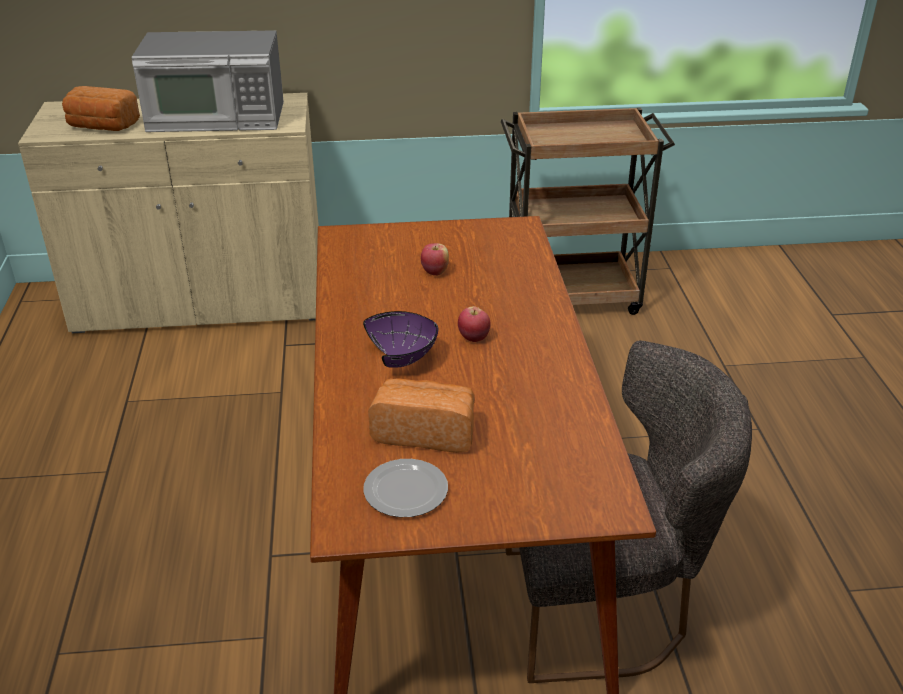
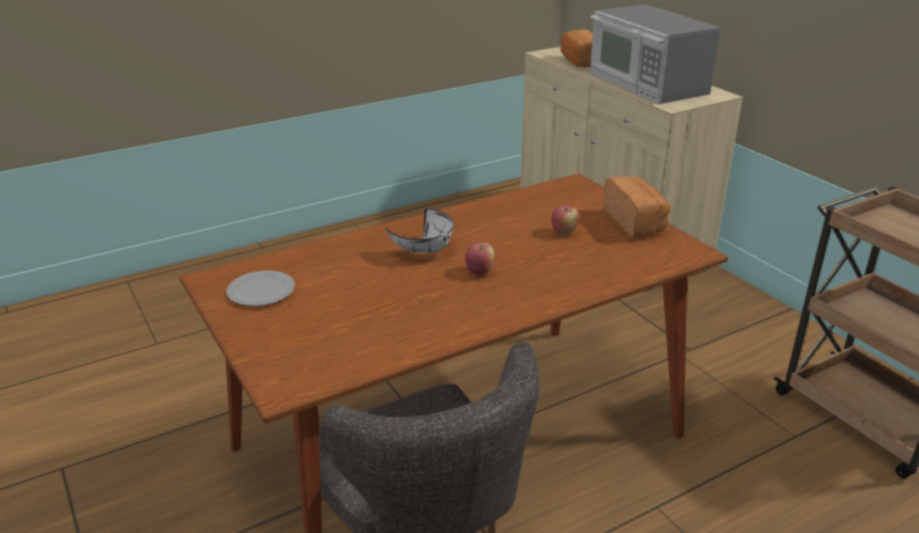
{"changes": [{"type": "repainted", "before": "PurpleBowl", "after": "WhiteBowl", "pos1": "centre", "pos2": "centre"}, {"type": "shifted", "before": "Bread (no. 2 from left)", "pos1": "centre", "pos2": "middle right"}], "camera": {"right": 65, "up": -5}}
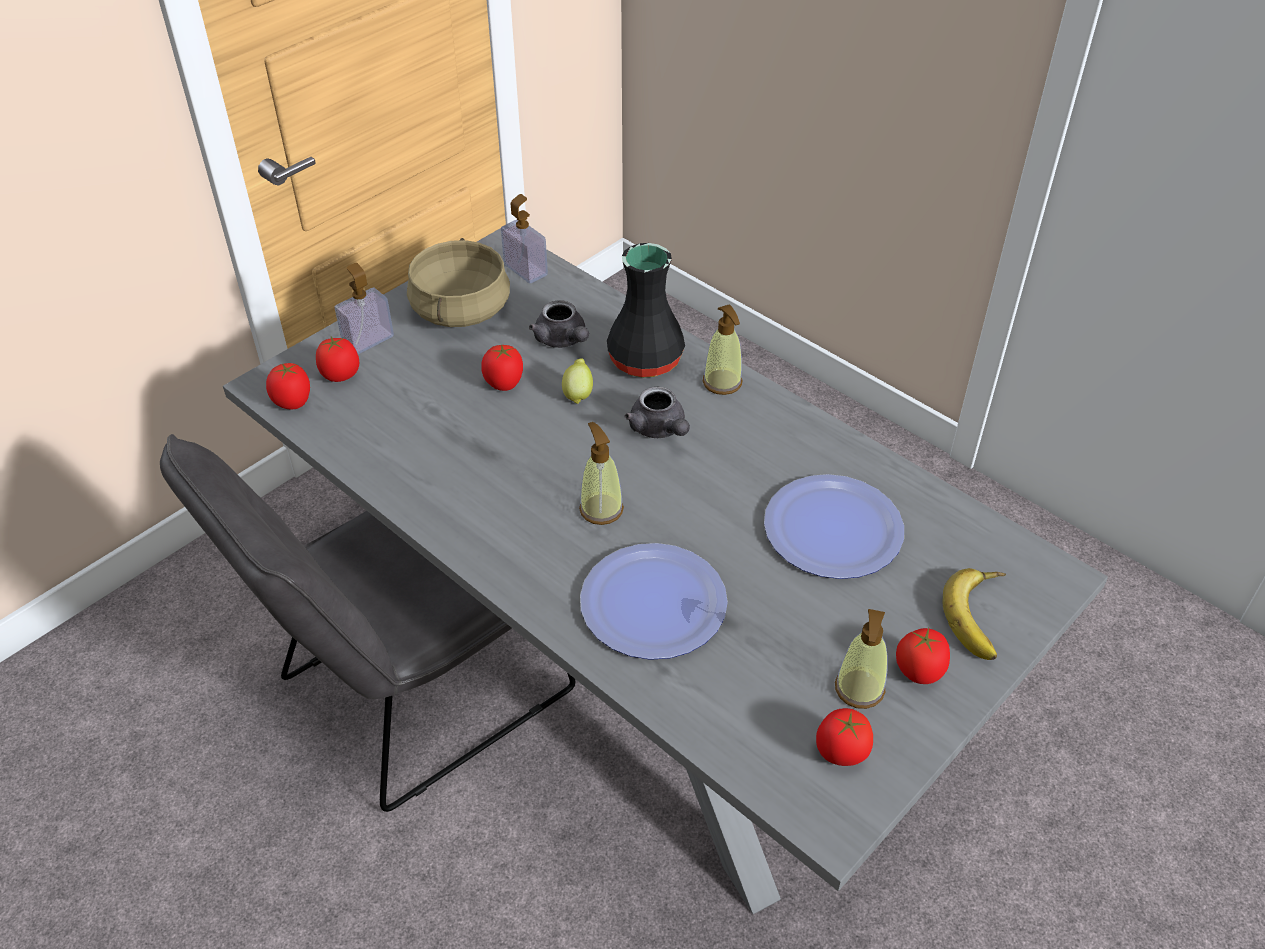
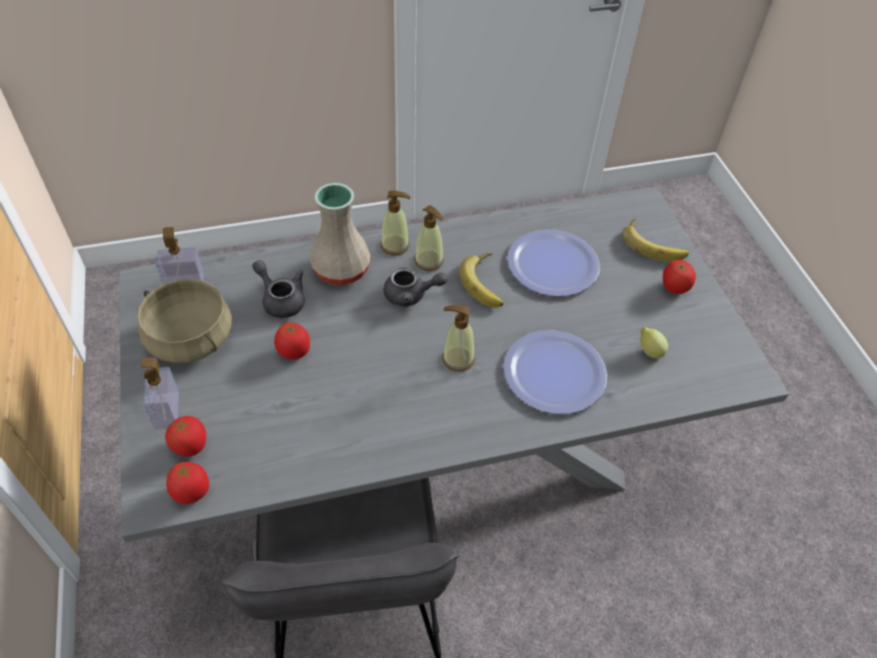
{"changes": [{"type": "rotated", "before": "GreyTeapot (no. 1 from left)", "pos1": "centre", "pos2": "middle left", "turn": -135}, {"type": "shifted", "before": "Lemon", "pos1": "centre", "pos2": "middle right"}, {"type": "repainted", "before": "BlackVase", "after": "BeigeVase", "pos1": "top centre", "pos2": "centre"}, {"type": "gone", "before": "Tomato (no. 4 from left)", "pos1": "bottom right"}, {"type": "shifted", "before": "SoapDispenser (no. 5 from left in the first image)", "after": "SoapDispenser (no. 4 from left)", "pos1": "bottom right", "pos2": "centre"}, {"type": "new", "after": "Banana (no. 1 from left)", "pos2": "centre"}], "camera": {"right": -60, "up": 5}}
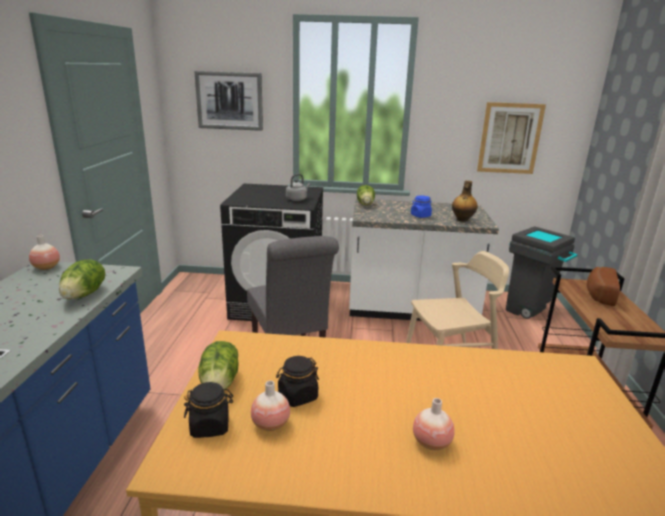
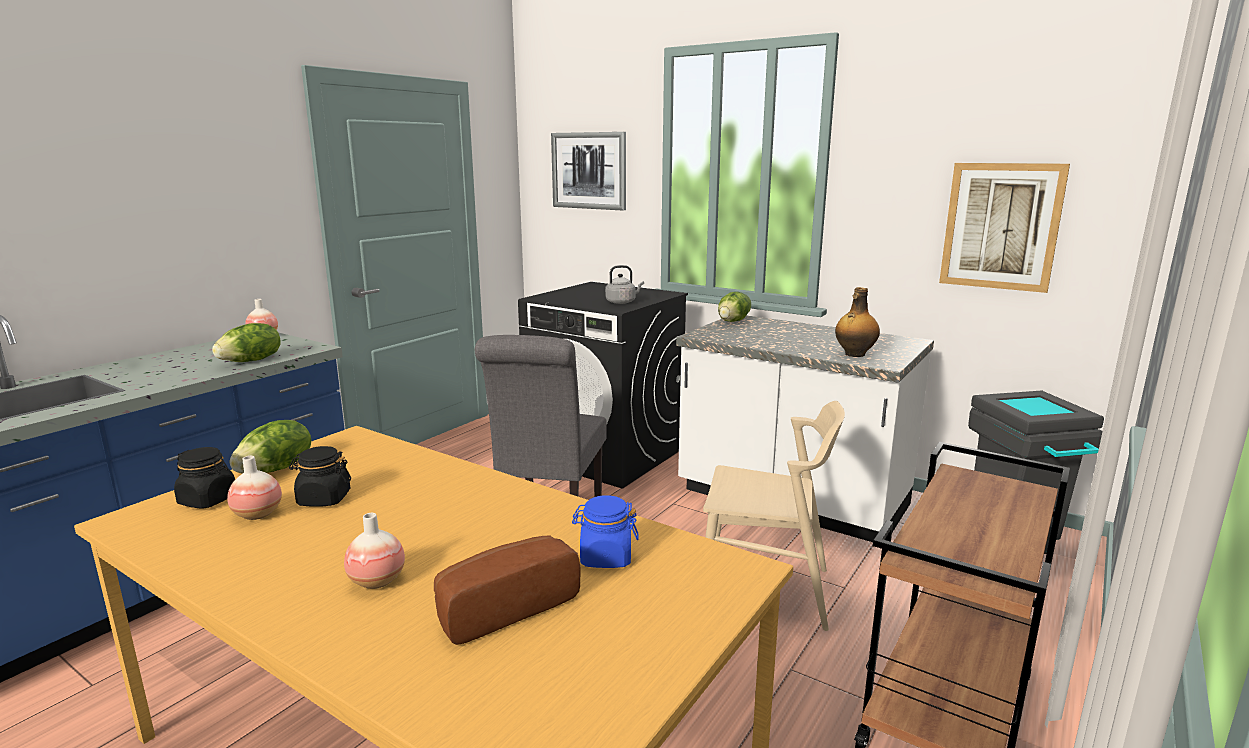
{"changes": [{"type": "shifted", "before": "BlueJar", "pos1": "centre", "pos2": "bottom centre"}, {"type": "shifted", "before": "Bread", "pos1": "middle right", "pos2": "bottom centre"}], "camera": {"right": 30, "up": -5}}
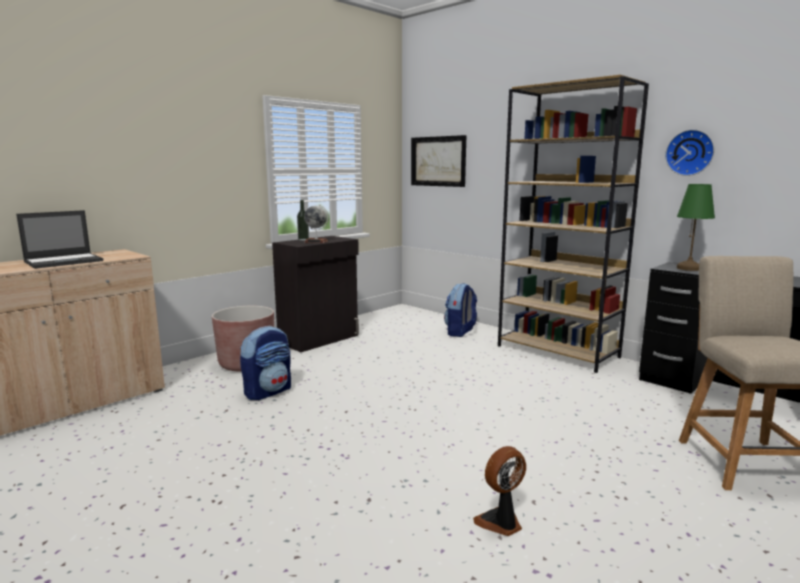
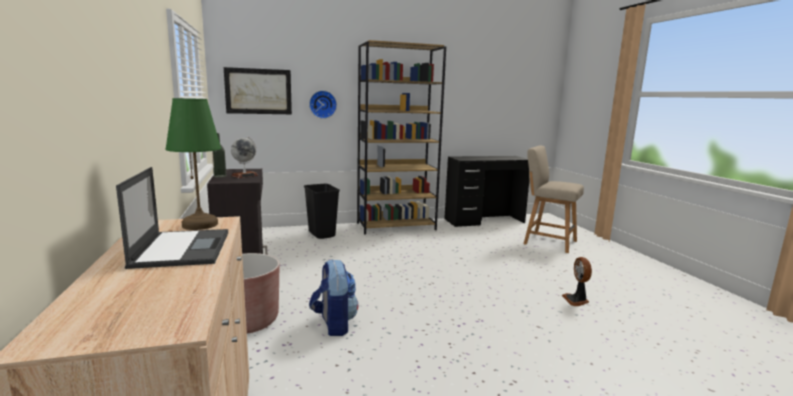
{"changes": [{"type": "swapped", "before": "Backpack (no. 2 from left)", "after": "BlackTrashCan", "pos1": "centre", "pos2": "centre"}, {"type": "shifted", "before": "WallClock", "pos1": "top right", "pos2": "top centre"}, {"type": "shifted", "before": "GreenTableLamp", "pos1": "middle right", "pos2": "middle left"}], "camera": {"right": -60, "up": 0}}
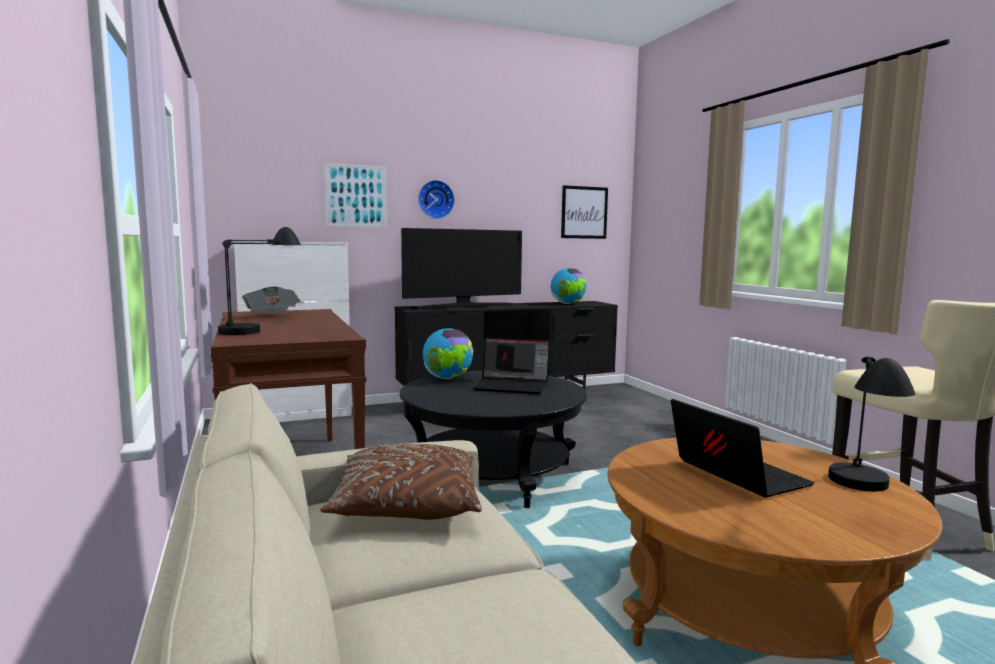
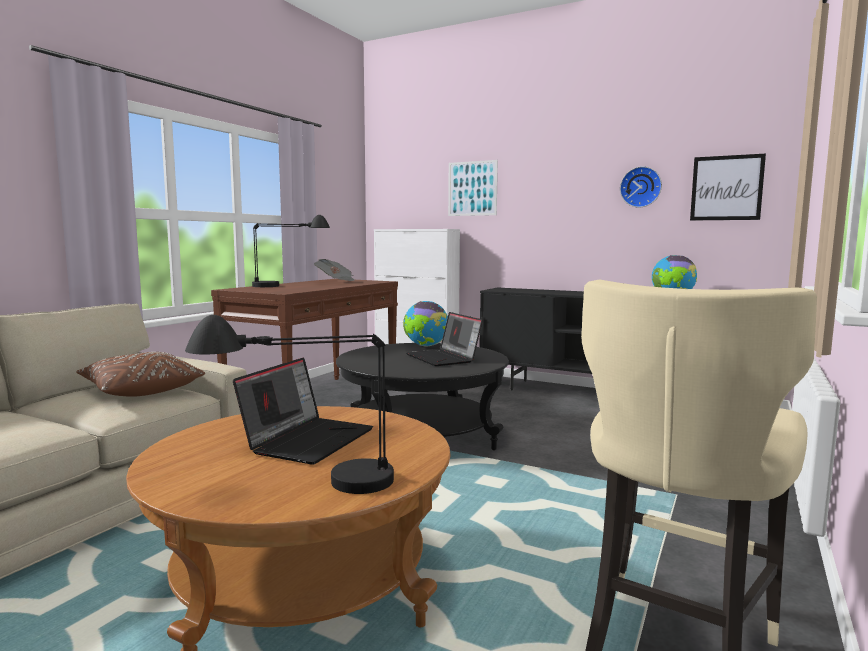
{"changes": [{"type": "gone", "before": "Television", "pos1": "centre"}, {"type": "shifted", "before": "WallClock", "pos1": "top centre", "pos2": "top right"}], "camera": {"right": 50, "up": 0}}
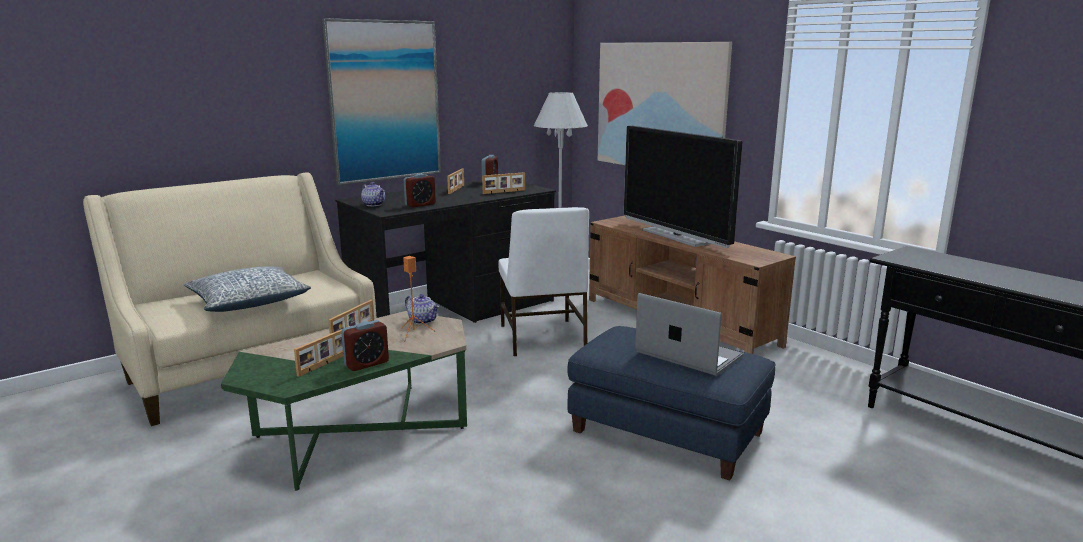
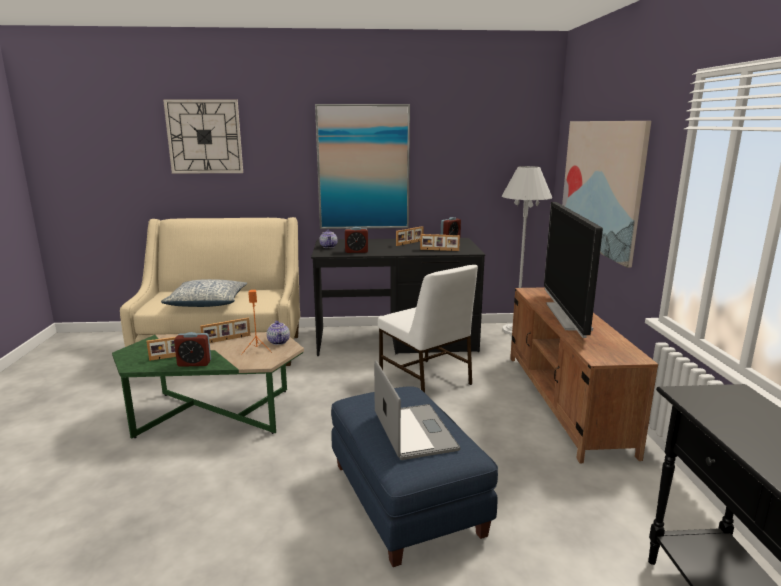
{"changes": [{"type": "rotated", "before": "WhiteChair", "pos1": "centre", "pos2": "centre", "turn": -60}, {"type": "new", "after": "WallClock", "pos2": "top left"}], "camera": {"right": 35, "up": 0}}
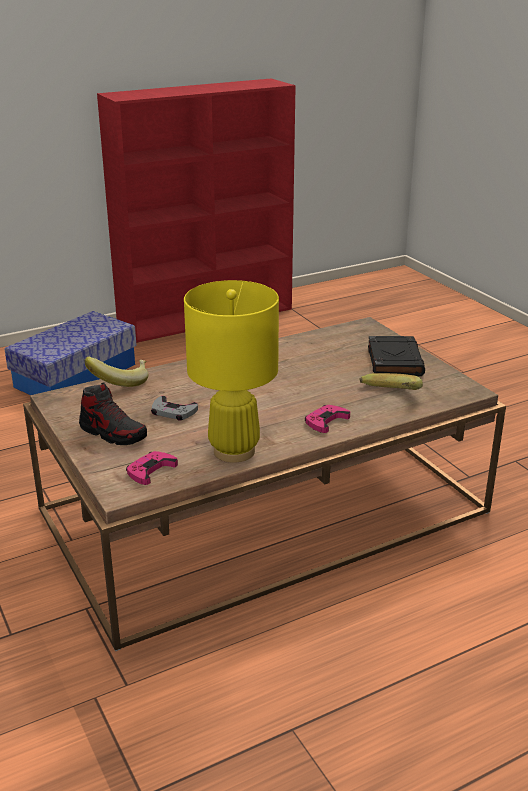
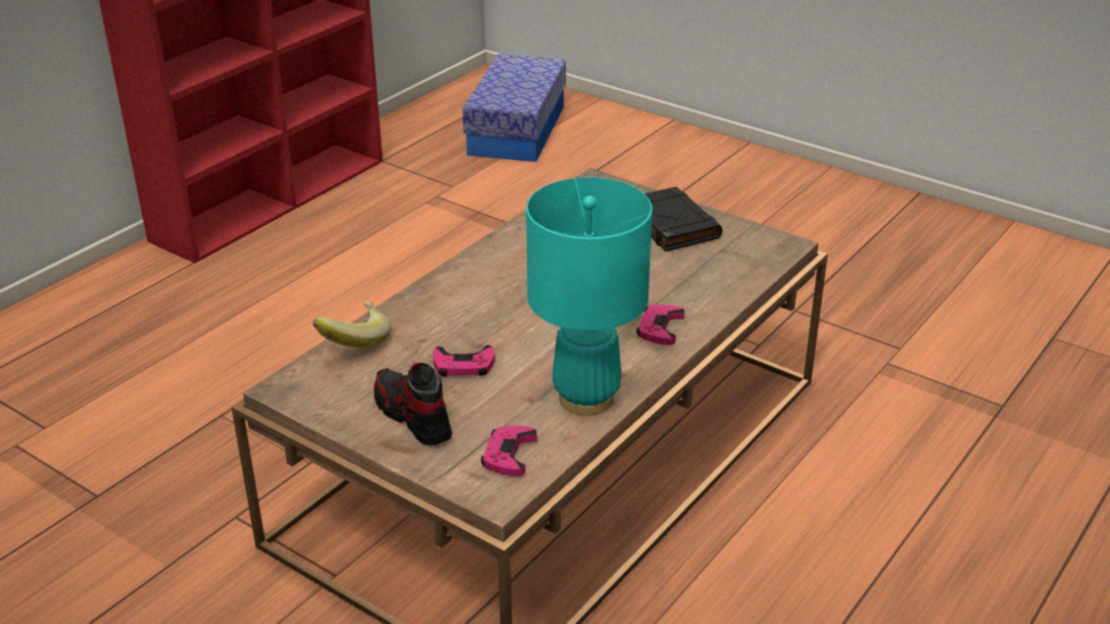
{"changes": [{"type": "shifted", "before": "StorageBox", "pos1": "middle left", "pos2": "top centre"}, {"type": "rotated", "before": "Shoe", "pos1": "middle left", "pos2": "centre", "turn": -135}, {"type": "repainted", "before": "GreyGameController", "after": "PinkGameController (no. 1 from left)", "pos1": "middle left", "pos2": "centre"}, {"type": "repainted", "before": "YellowTableLamp", "after": "TurquoiseTableLamp", "pos1": "centre", "pos2": "centre"}, {"type": "gone", "before": "Banana (no. 2 from left)", "pos1": "middle right"}], "camera": {"right": -25, "up": 5}}
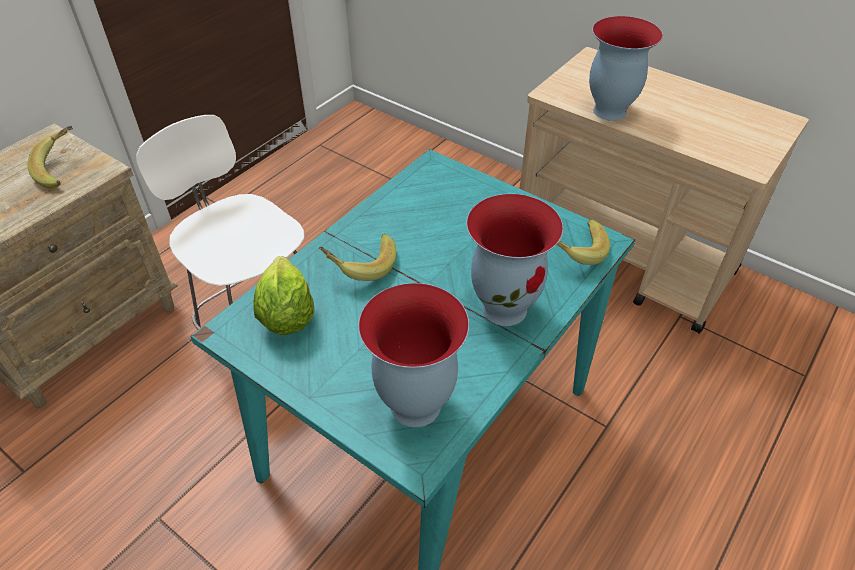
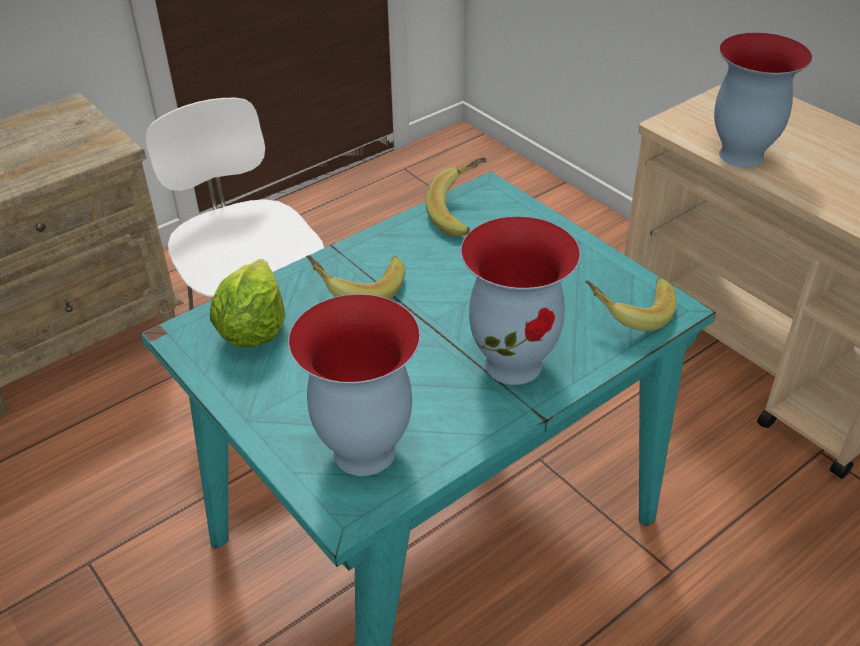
{"changes": [{"type": "shifted", "before": "Banana (no. 1 from left in the first image)", "after": "Banana (no. 2 from left)", "pos1": "top left", "pos2": "top centre"}], "camera": {"right": 15, "up": -5}}
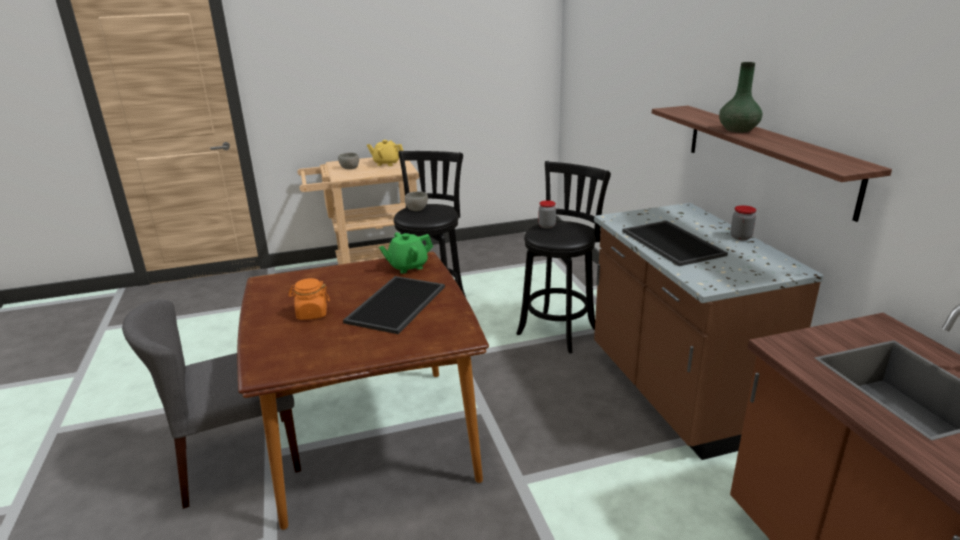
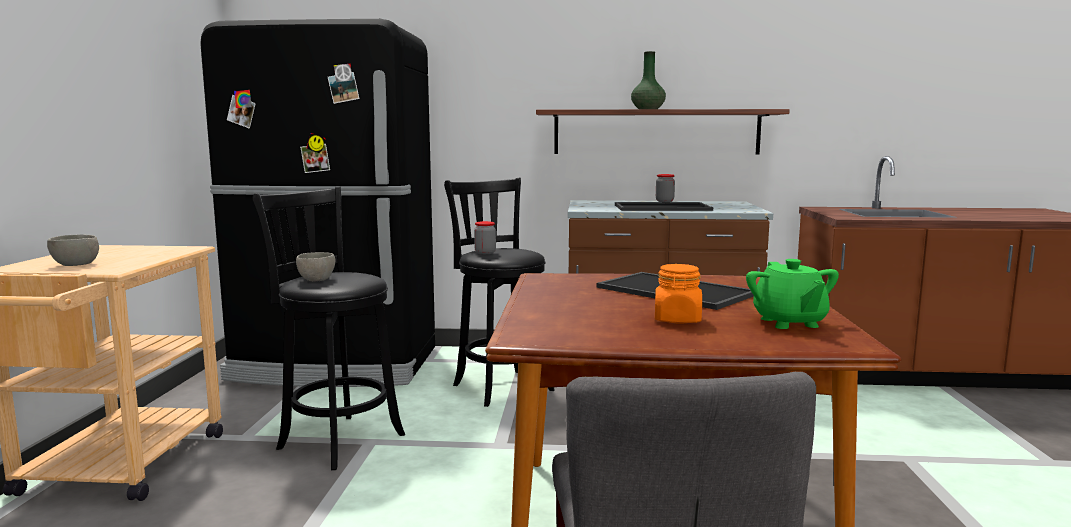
{"changes": [{"type": "gone", "before": "YellowTeapot", "pos1": "top centre"}, {"type": "shifted", "before": "GreenTeapot", "pos1": "centre", "pos2": "middle right"}, {"type": "new", "after": "BlackFridge", "pos2": "middle left"}], "camera": {"right": -70, "up": -15}}
